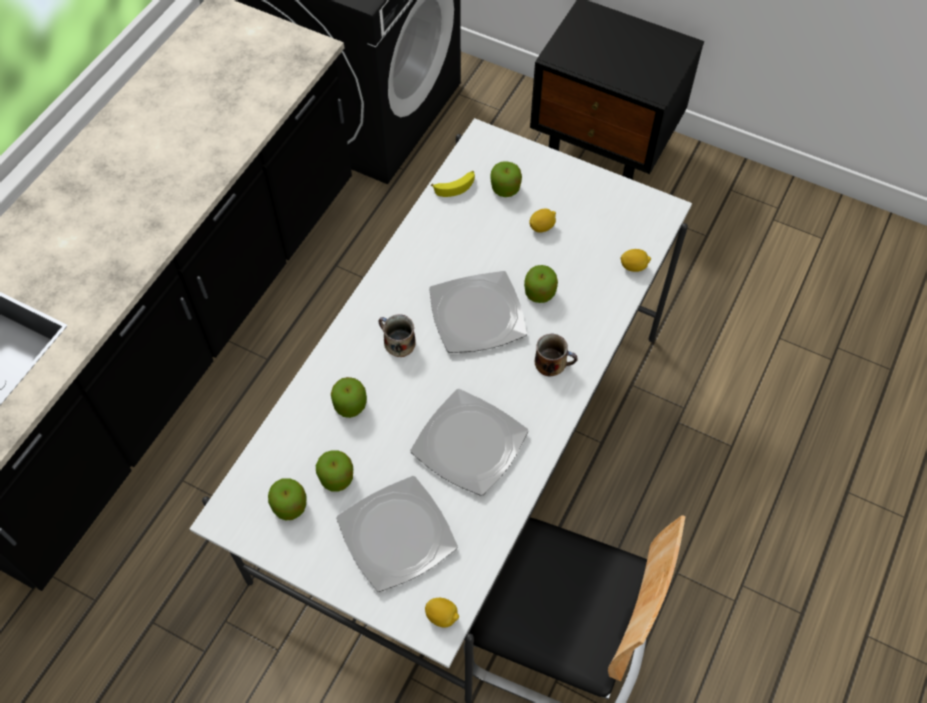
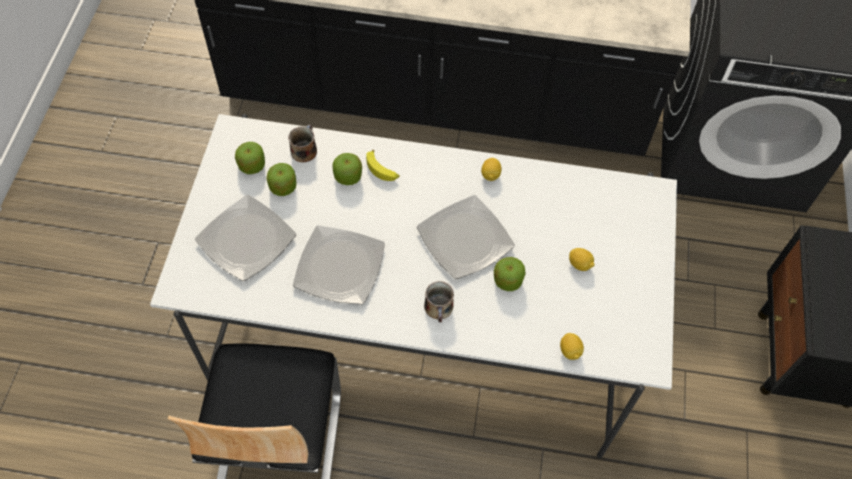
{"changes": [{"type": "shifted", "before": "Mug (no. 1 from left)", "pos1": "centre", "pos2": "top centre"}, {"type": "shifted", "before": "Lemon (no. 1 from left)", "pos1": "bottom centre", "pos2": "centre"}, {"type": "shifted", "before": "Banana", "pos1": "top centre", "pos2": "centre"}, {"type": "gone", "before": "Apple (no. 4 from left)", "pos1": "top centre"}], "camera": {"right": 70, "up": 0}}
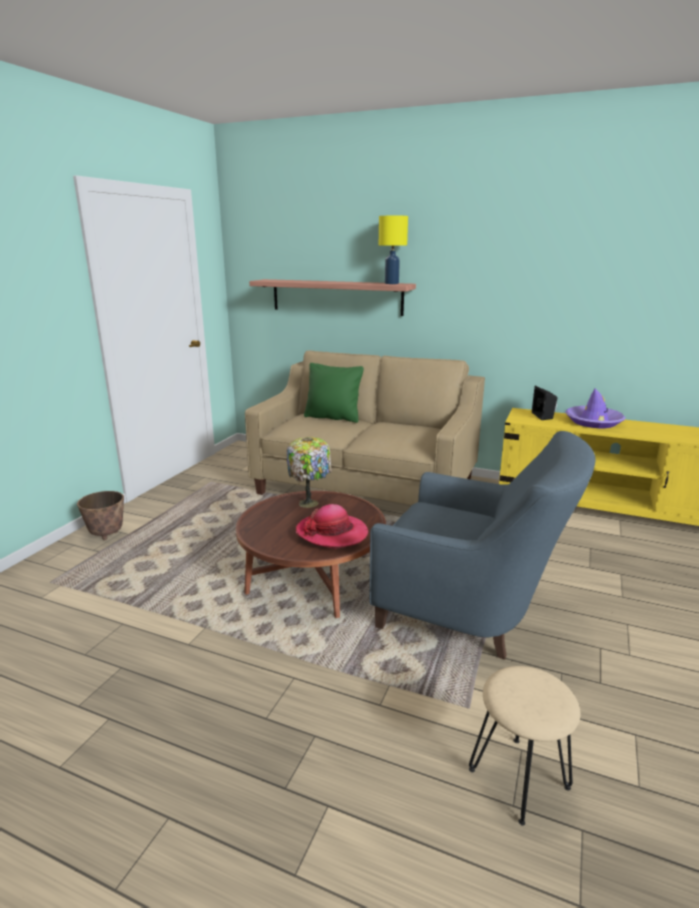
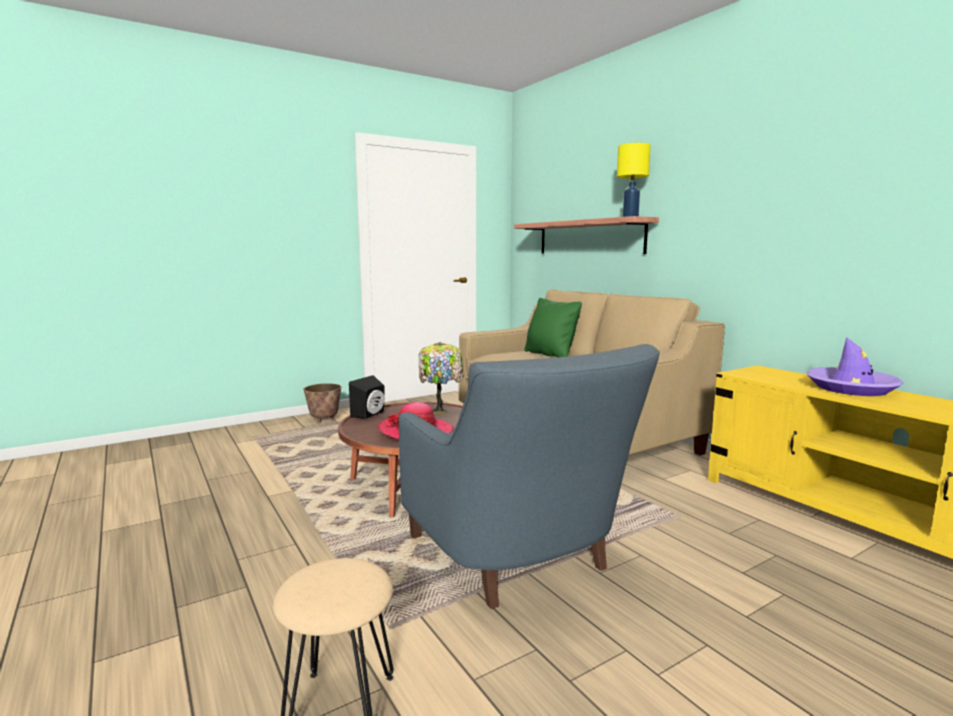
{"changes": [{"type": "shifted", "before": "BlackSpeaker", "pos1": "middle right", "pos2": "centre"}], "camera": {"right": 35, "up": -10}}
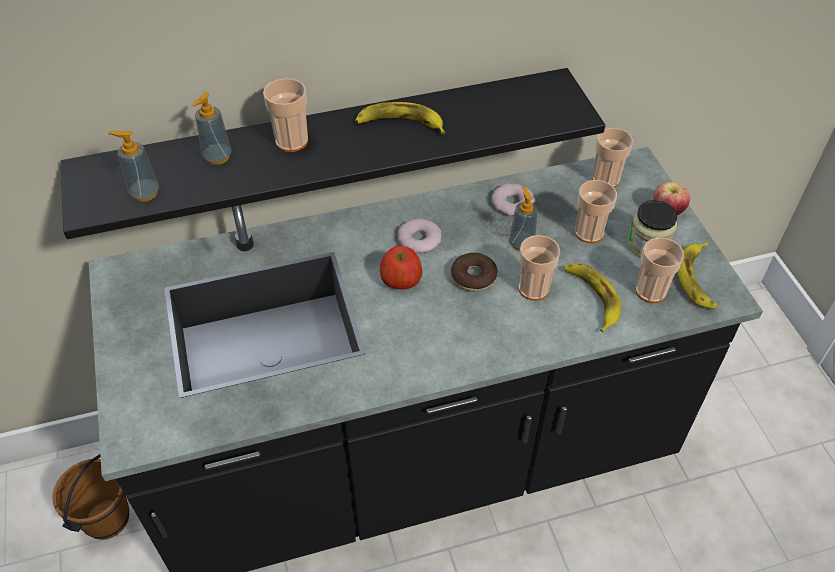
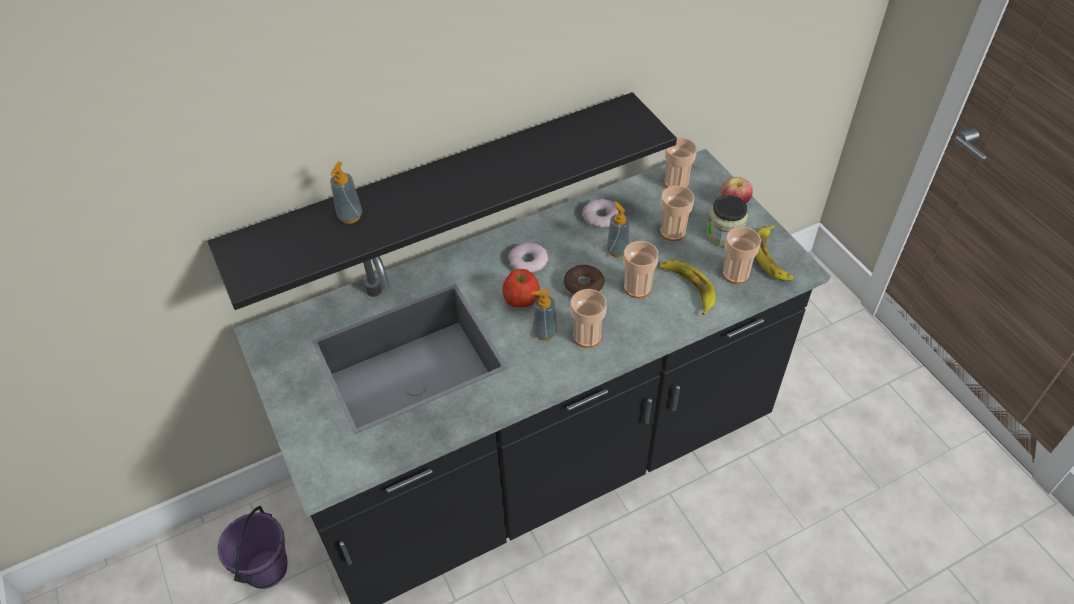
{"changes": [{"type": "repainted", "before": "BrownBucket", "after": "PurpleBucket", "pos1": "bottom left", "pos2": "bottom left"}, {"type": "shifted", "before": "SoapDispenser (no. 1 from left in the first image)", "after": "SoapDispenser (no. 2 from left)", "pos1": "top left", "pos2": "centre"}, {"type": "shifted", "before": "Cup (no. 1 from left)", "pos1": "top centre", "pos2": "centre"}, {"type": "gone", "before": "Banana (no. 1 from left)", "pos1": "top centre"}], "camera": {"right": -10, "up": 0}}
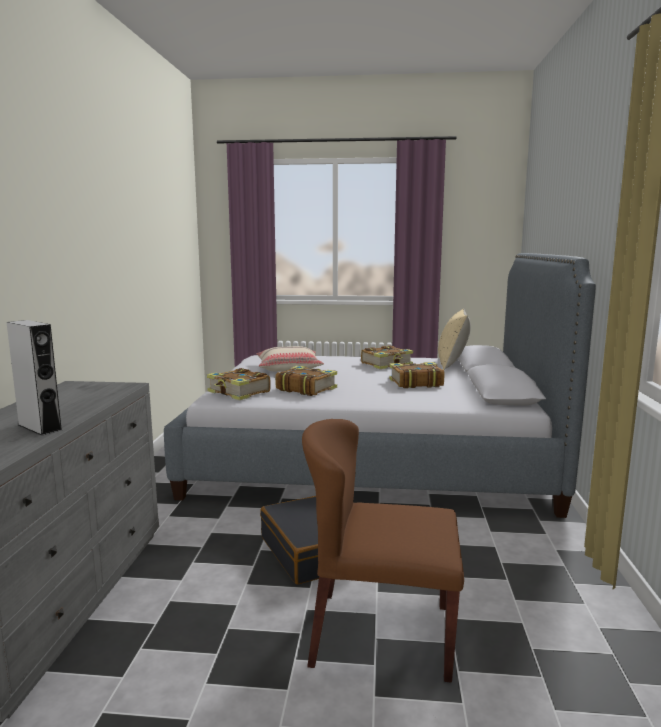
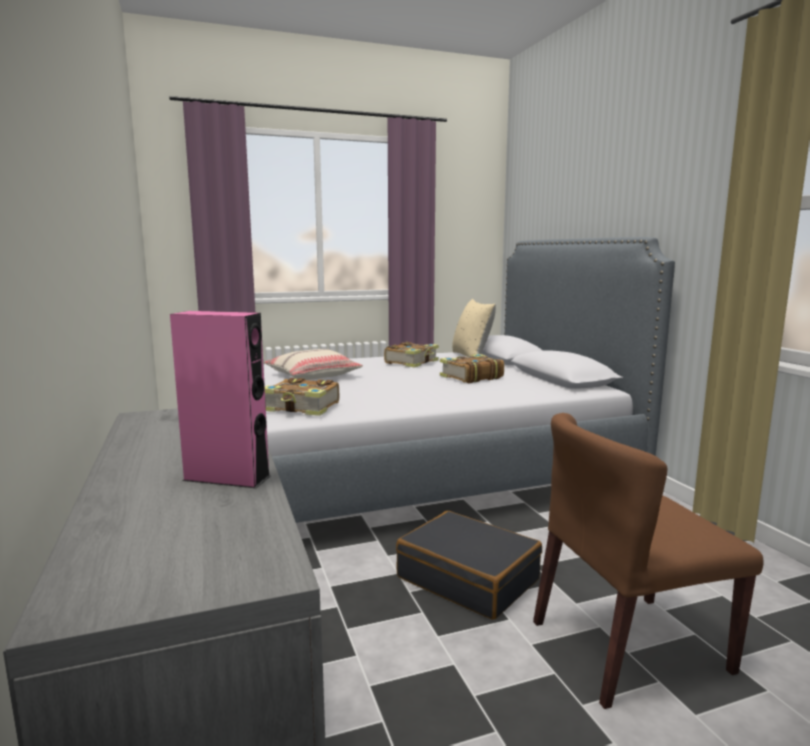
{"changes": [{"type": "repainted", "before": "GreySpeaker", "after": "PinkSpeaker", "pos1": "middle left", "pos2": "middle left"}, {"type": "gone", "before": "Book (no. 2 from left)", "pos1": "centre"}], "camera": {"right": -25, "up": 0}}
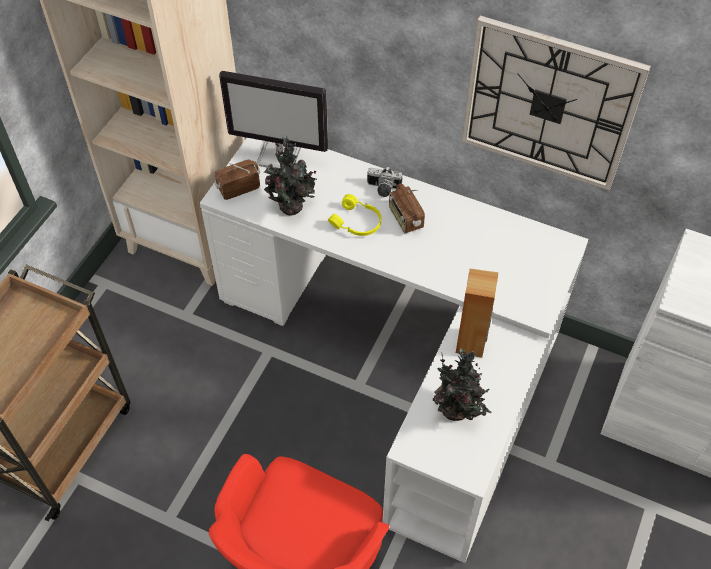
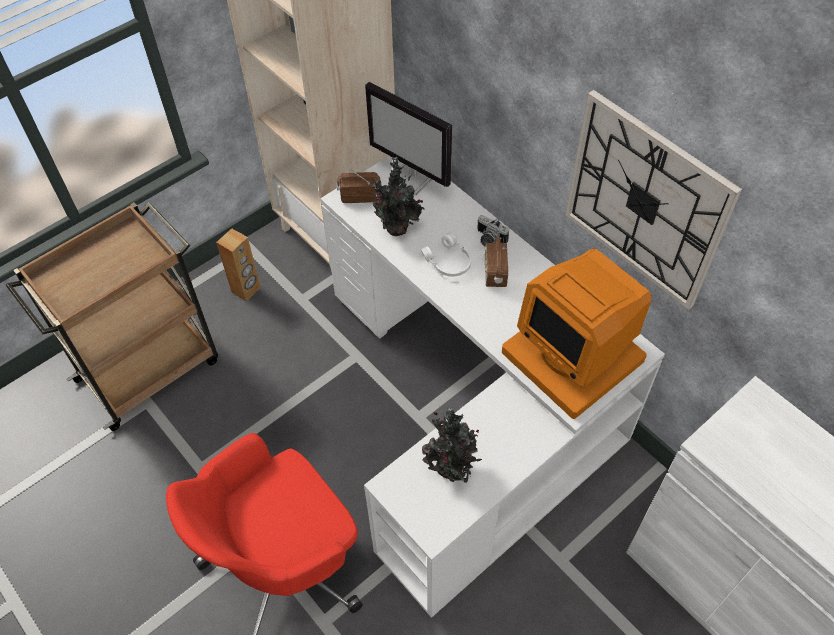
{"changes": [{"type": "repainted", "before": "YellowHeadphones", "after": "WhiteHeadphones", "pos1": "centre", "pos2": "centre"}, {"type": "shifted", "before": "BrownSpeaker", "pos1": "middle right", "pos2": "middle left"}, {"type": "new", "after": "Monitor (no. 2 from left)", "pos2": "middle right"}], "camera": {"right": 25, "up": 0}}
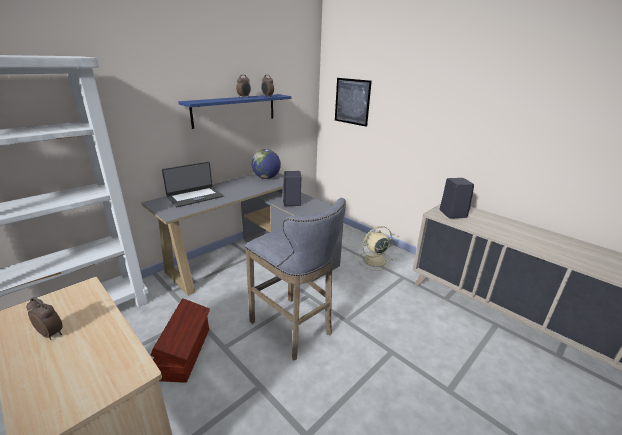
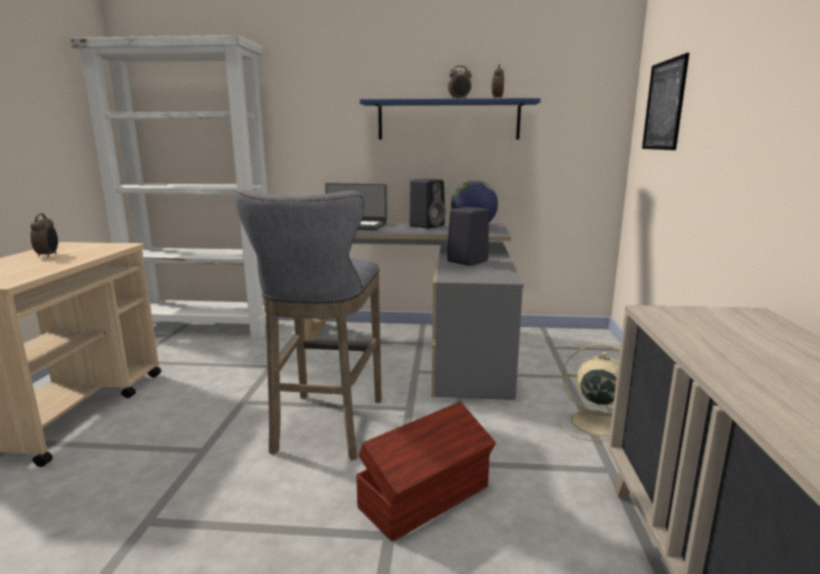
{"changes": [{"type": "shifted", "before": "BrownStorageBox", "pos1": "bottom left", "pos2": "bottom centre"}, {"type": "shifted", "before": "BlackSpeaker (no. 2 from left in the first image)", "after": "BlackSpeaker (no. 1 from left)", "pos1": "middle right", "pos2": "centre"}], "camera": {"right": 50, "up": -10}}
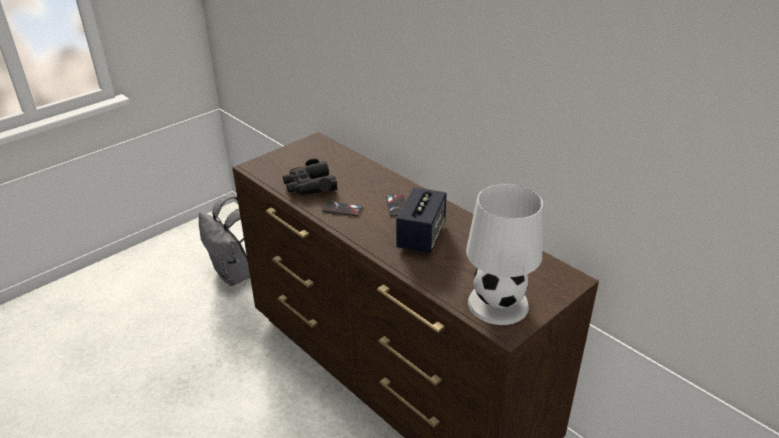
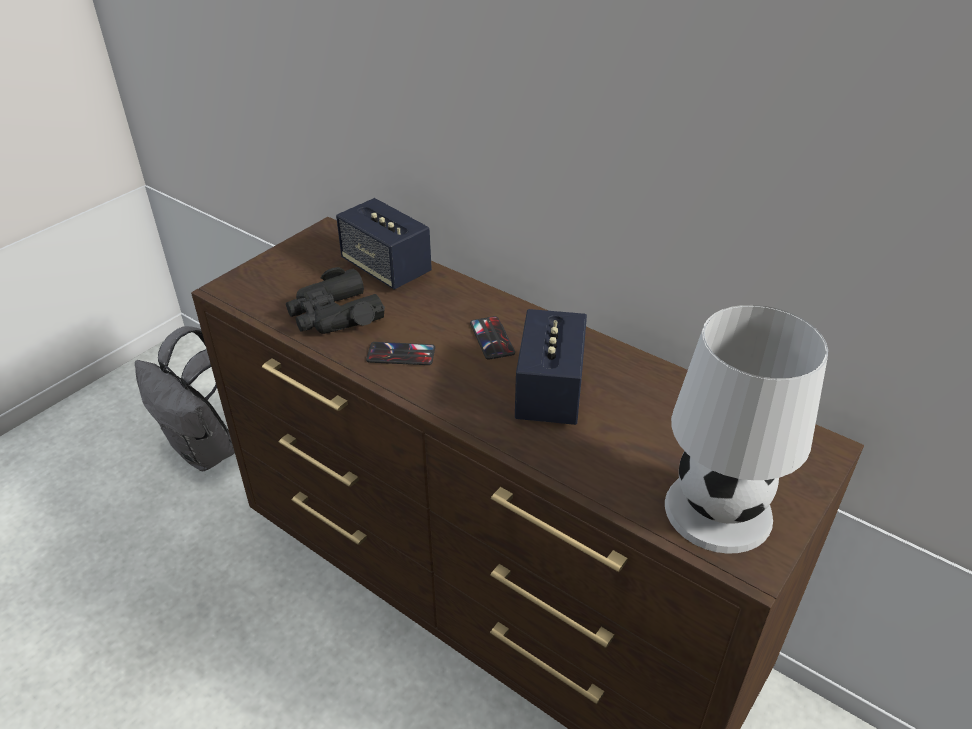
{"changes": [{"type": "new", "after": "Speaker (no. 1 from left)", "pos2": "centre"}], "camera": {"right": -10, "up": 5}}
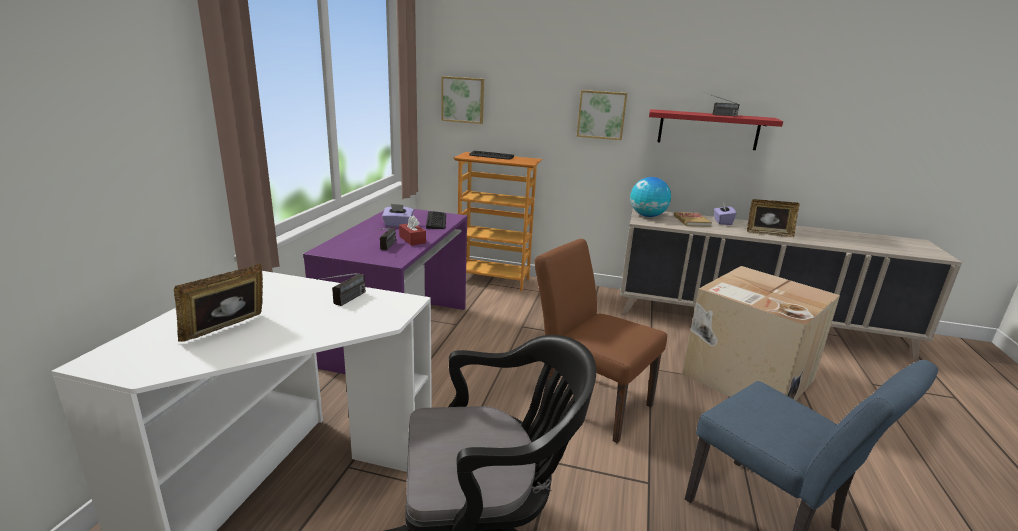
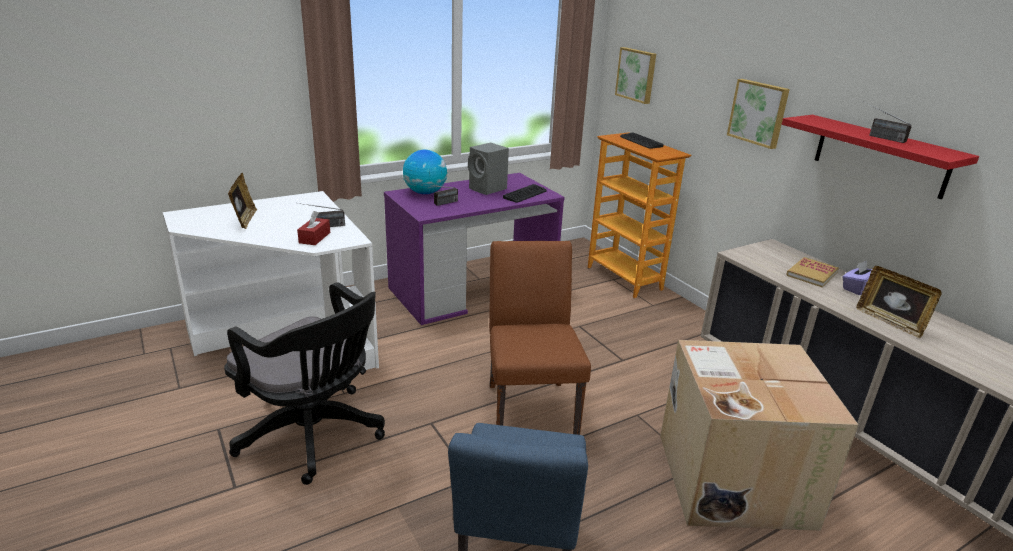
{"changes": [{"type": "rotated", "before": "PictureFrame (no. 1 from left)", "pos1": "middle left", "pos2": "middle left", "turn": 90}, {"type": "swapped", "before": "PurpleTissueBox (no. 1 from left)", "after": "GreySpeaker", "pos1": "centre", "pos2": "top centre"}, {"type": "shifted", "before": "RedTissueBox", "pos1": "centre", "pos2": "middle left"}, {"type": "shifted", "before": "Globe", "pos1": "centre", "pos2": "top centre"}], "camera": {"right": 45, "up": 5}}
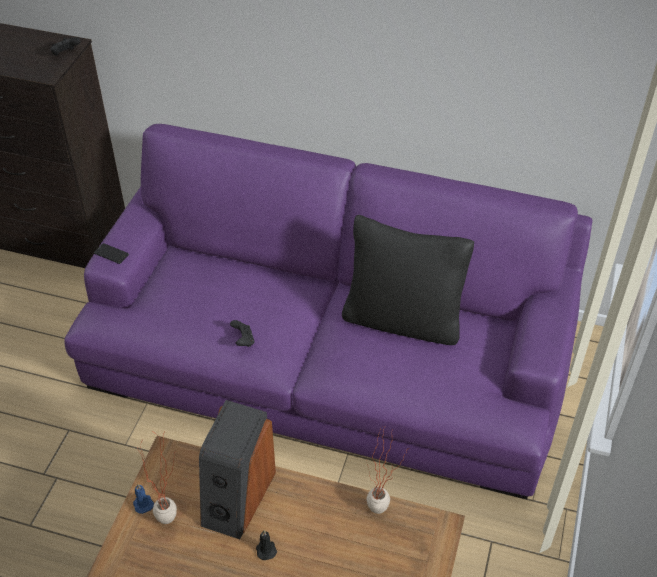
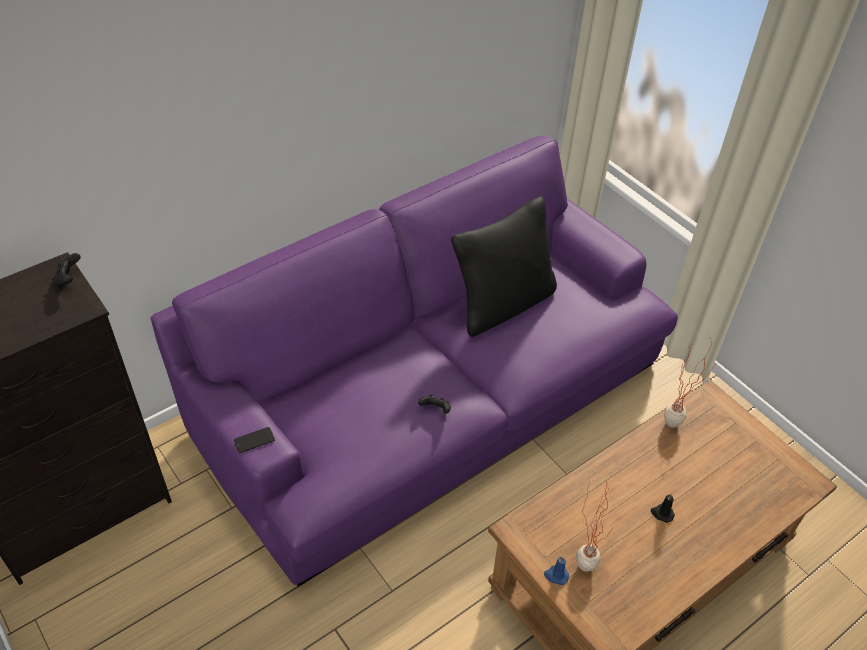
{"changes": [{"type": "gone", "before": "Speaker", "pos1": "bottom centre"}], "camera": {"right": -55, "up": 0}}
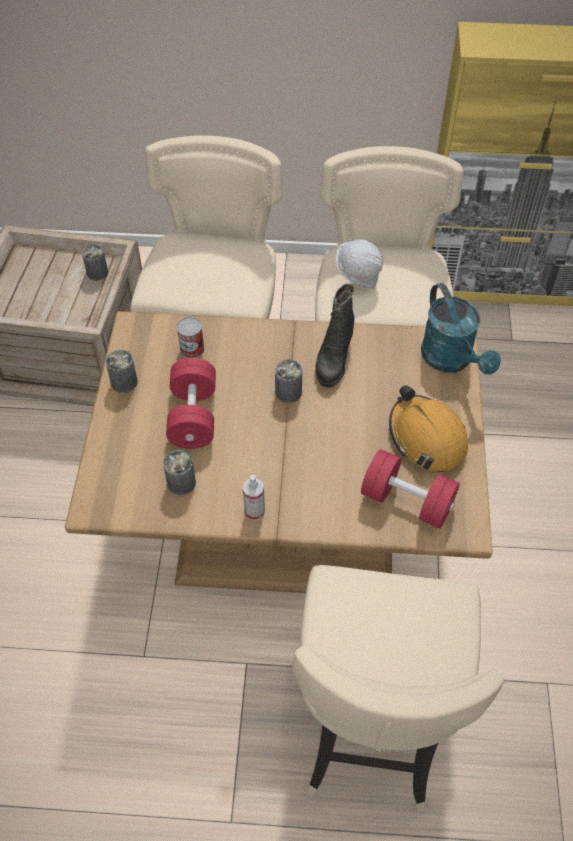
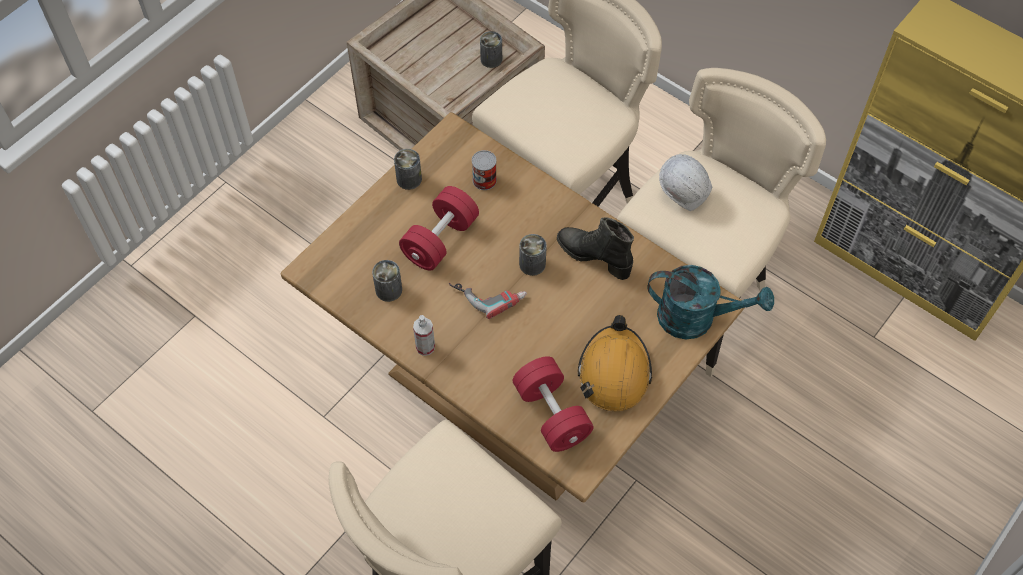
{"changes": [{"type": "rotated", "before": "BlackBoot", "pos1": "centre", "pos2": "centre", "turn": 75}, {"type": "rotated", "before": "TurquoiseWateringCan", "pos1": "middle right", "pos2": "middle right", "turn": -90}, {"type": "new", "after": "PowerDrill", "pos2": "centre"}], "camera": {"right": 35, "up": 5}}
